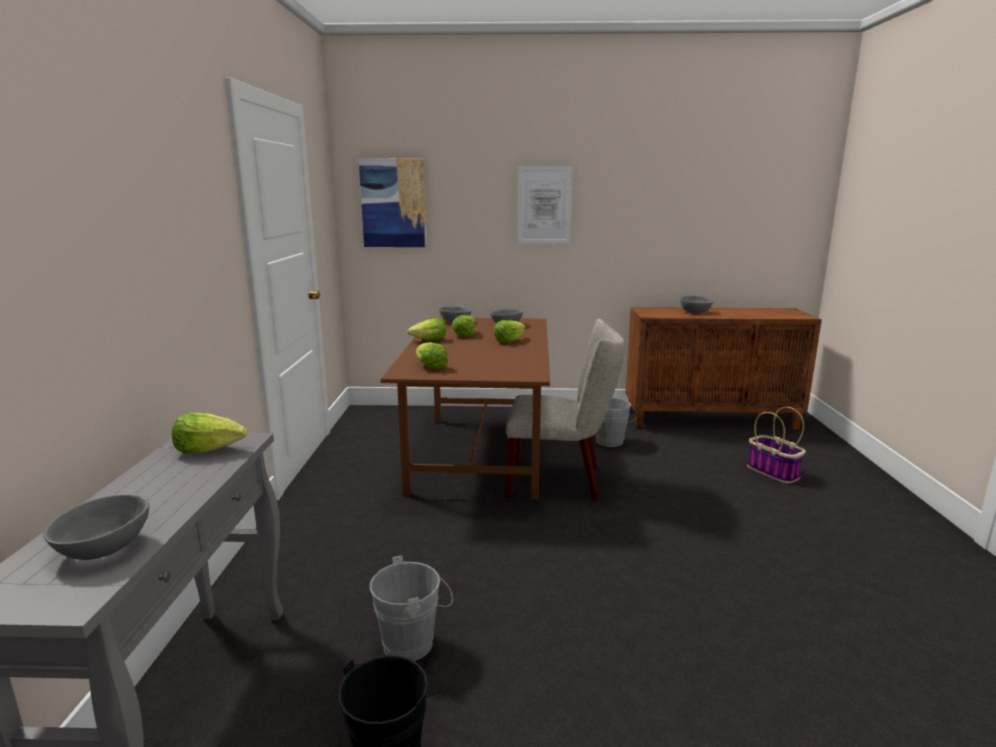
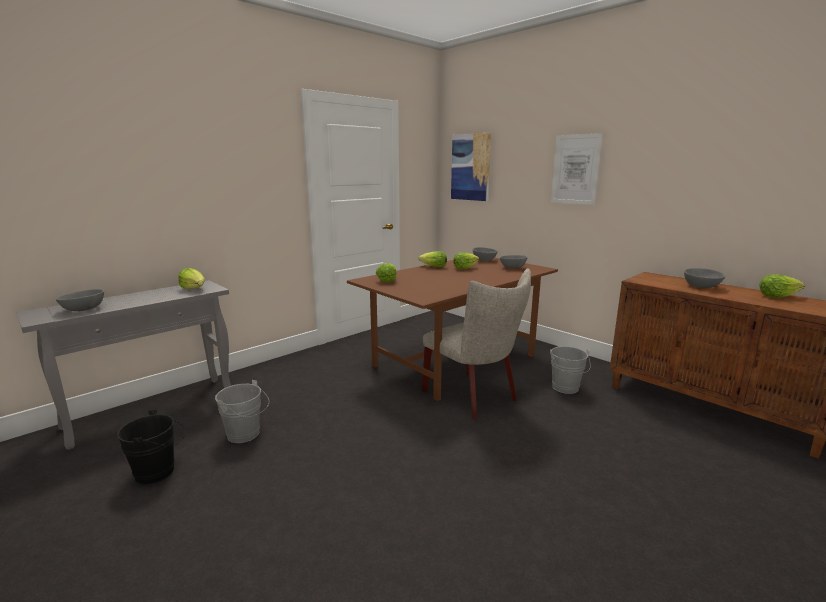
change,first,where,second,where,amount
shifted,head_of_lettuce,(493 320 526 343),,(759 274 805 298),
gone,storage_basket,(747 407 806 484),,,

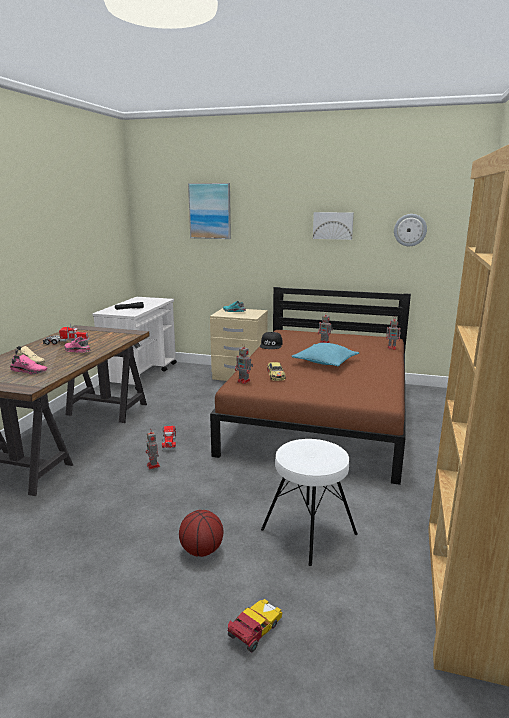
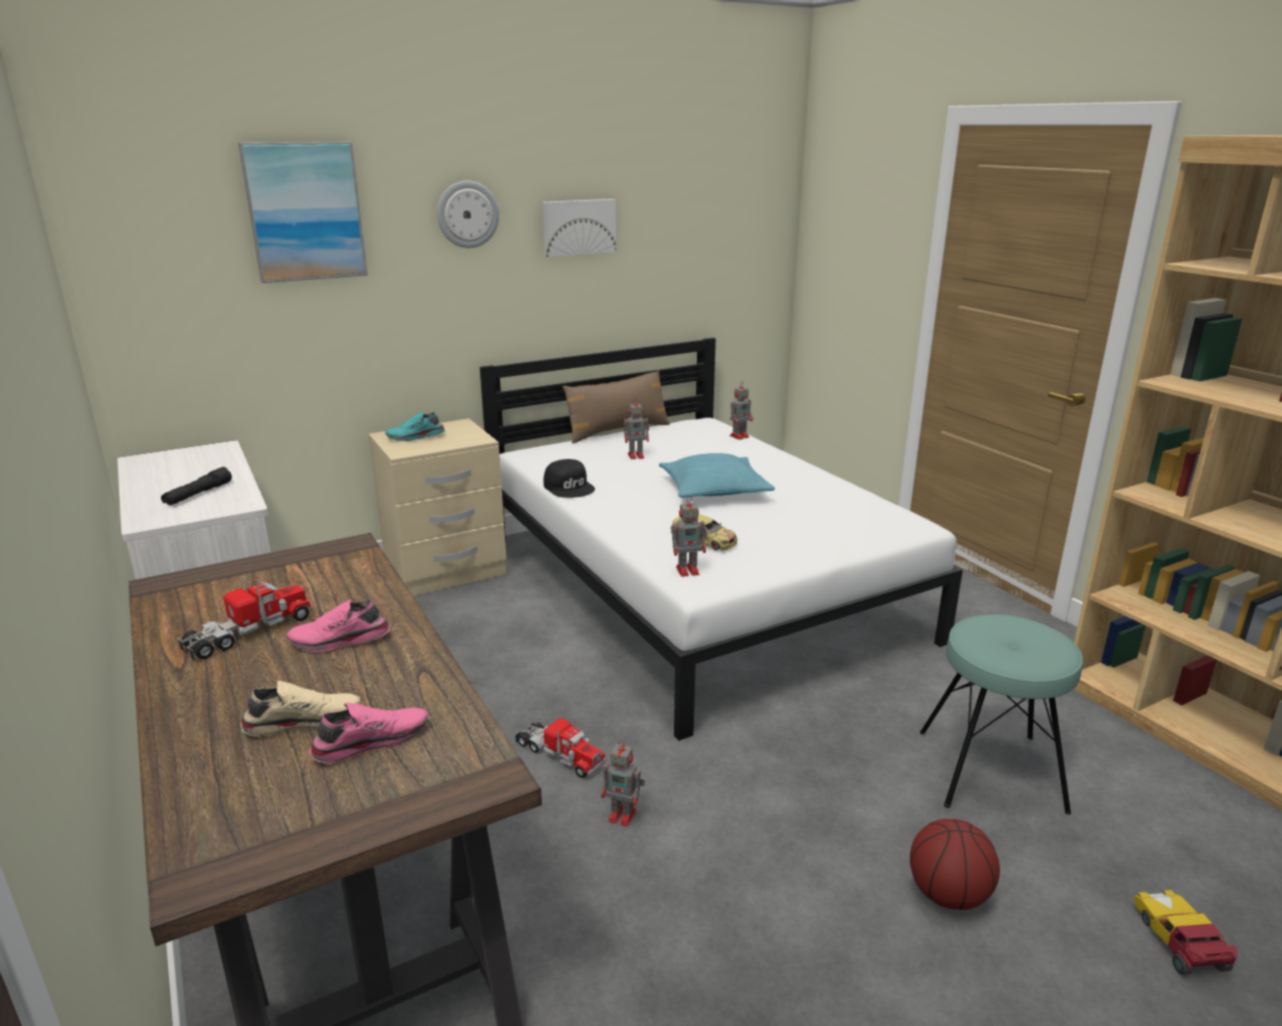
change,first,where,second,where,amount
repainted,brown-coloured_bedroom_bed,(210 287 411 485),white-coloured_bedroom_bed,(480 338 963 741),
repainted,white-coloured_stool_seat,(261 439 358 566),turquoise_stool_seat,(920 615 1083 815),
shifted,wall_clock,(394 214 427 246),,(437 180 499 248),
new,,,brown-coloured_throw_pillow,(563 369 670 444),

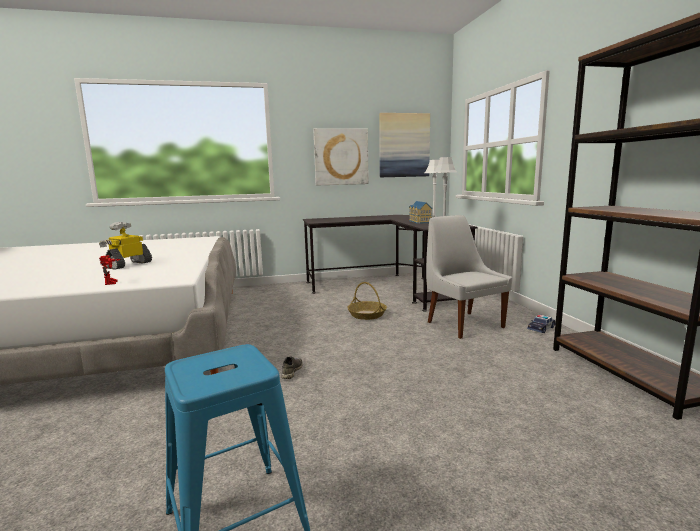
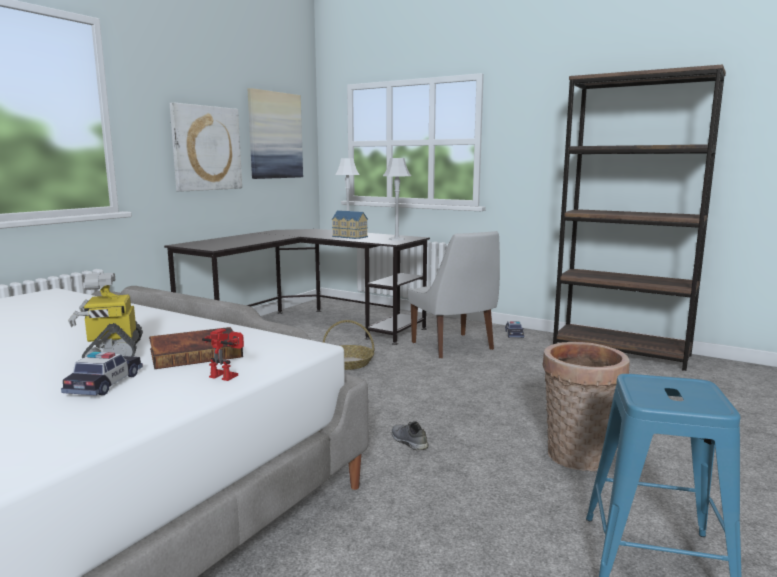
change,first,where,second,where,amount
rotated,white-coloured_chair,(426 215 512 339),,(408 231 500 359),135 degrees counterclockwise
new,,,toy_car,(61 352 143 395),
new,,,book,(149 327 243 369),
new,,,storage_basket,(542 342 630 471),

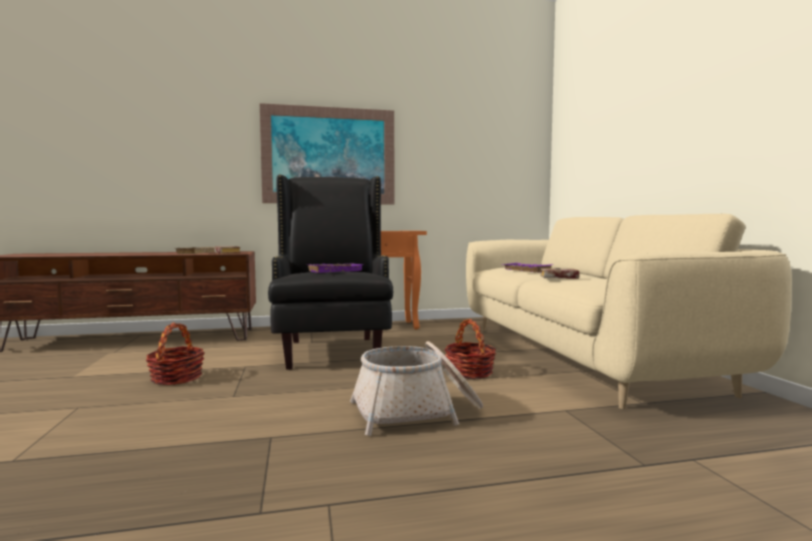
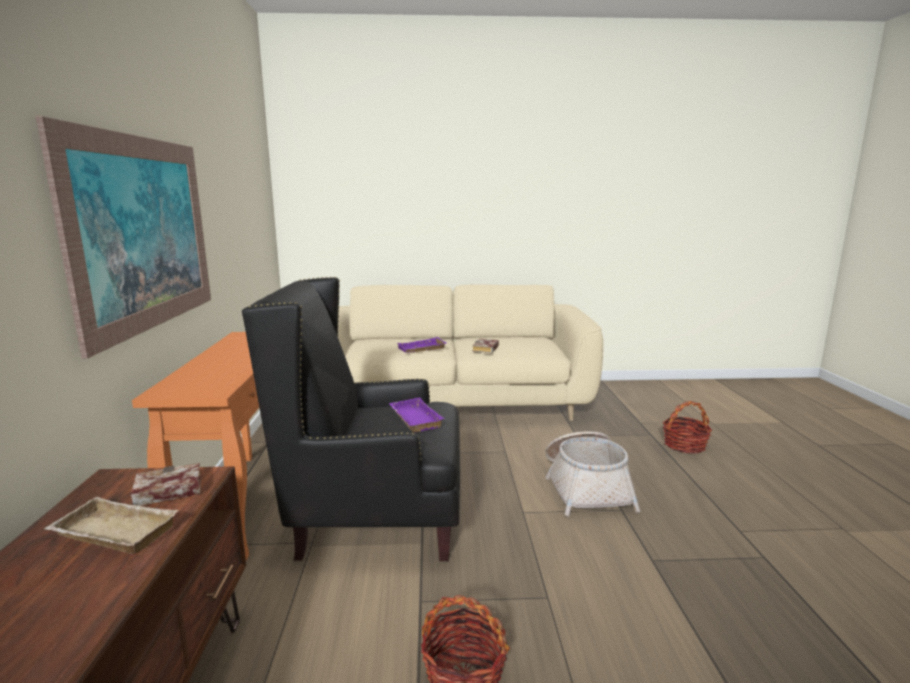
change,first,where,second,where,amount
shifted,storage_basket,(445 319 496 379),,(663 401 712 454),

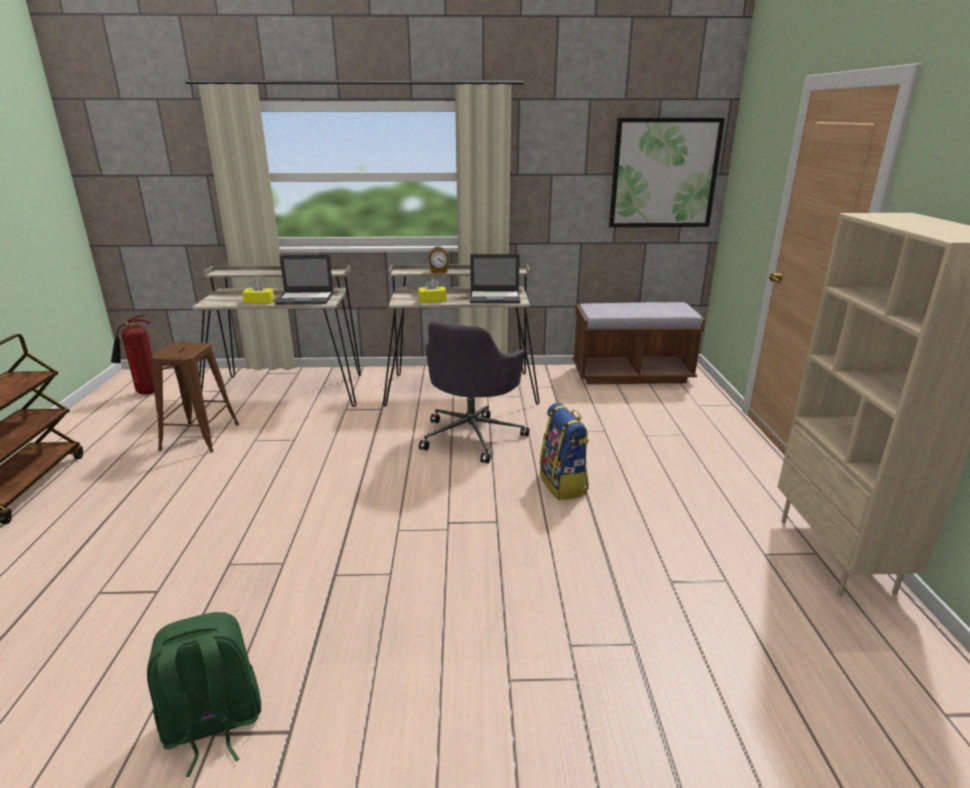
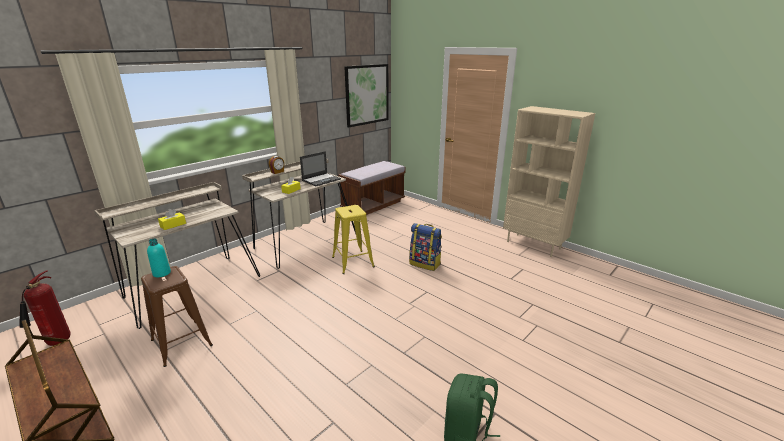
change,first,where,second,where,amount
gone,portable_computer,(275 255 334 305),,,
swapped,grey_office_chair,(419 321 530 464),yellow_stool_seat,(332 205 375 274),
new,,,turquoise_beverage_bottle,(147 238 171 277),

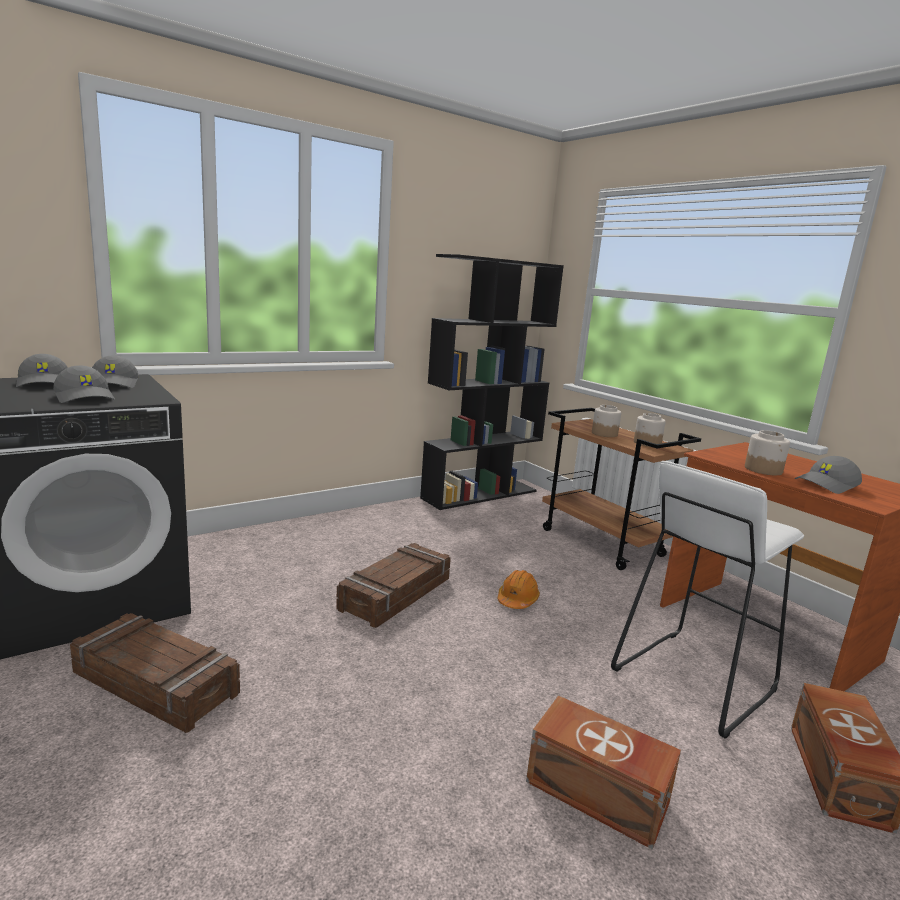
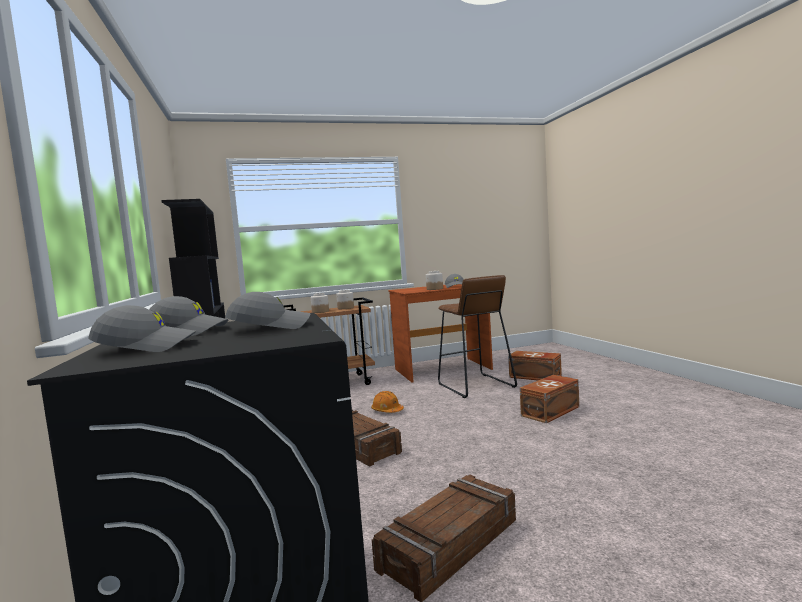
change,first,where,second,where,amount
repainted,white-coloured_stool_seat,(611 461 804 739),brown-coloured_stool_seat,(438 275 517 398),

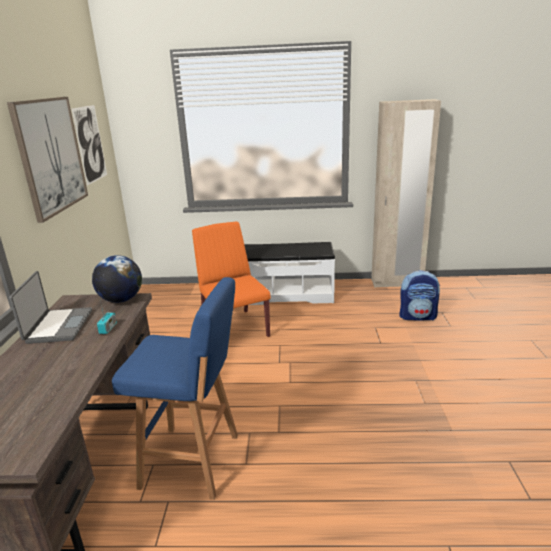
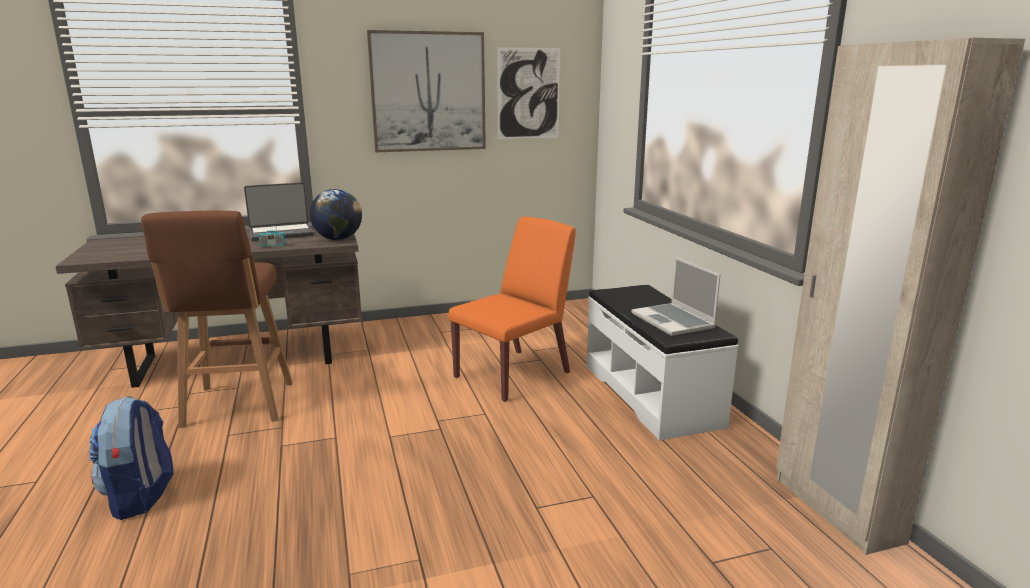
change,first,where,second,where,amount
repainted,blue-coloured_stool_seat,(112 277 238 500),brown-coloured_stool_seat,(141 211 293 428),
shifted,backpack,(399 270 440 321),,(89 396 174 520),
new,,,portable_computer,(631 257 721 336),

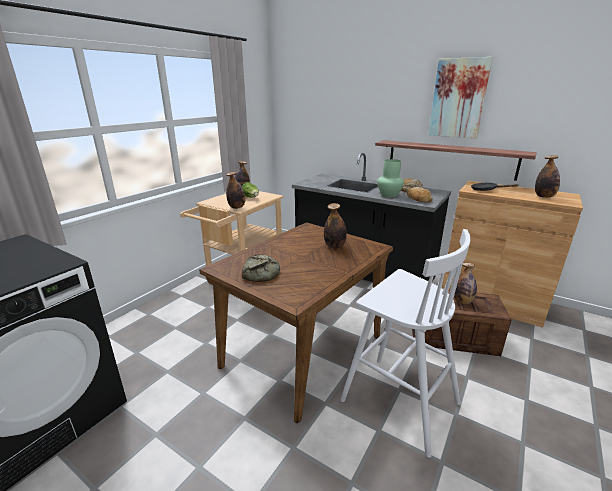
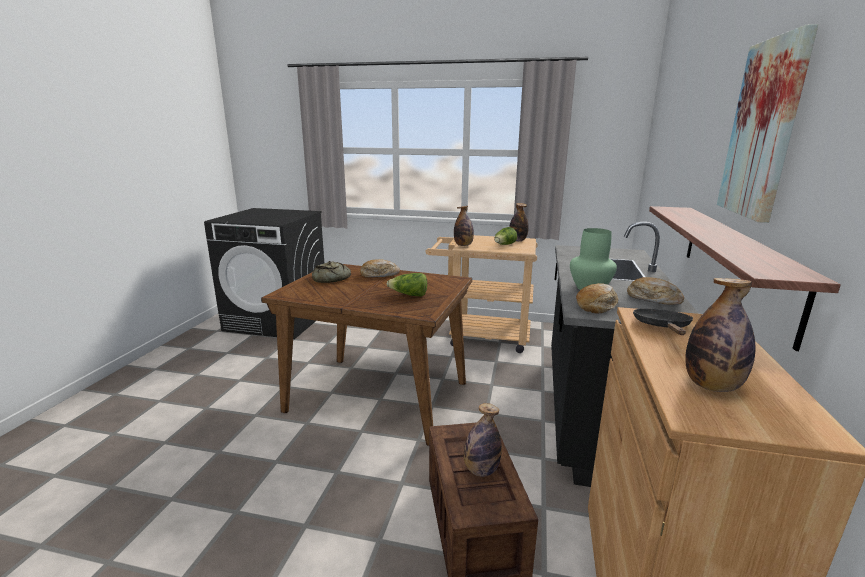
change,first,where,second,where,amount
swapped,beverage_bottle,(324 203 347 249),head_of_lettuce,(387 273 427 297),
gone,white-coloured_stool_seat,(340 229 470 458),,,
new,,,bakery_bread,(360 259 400 278),

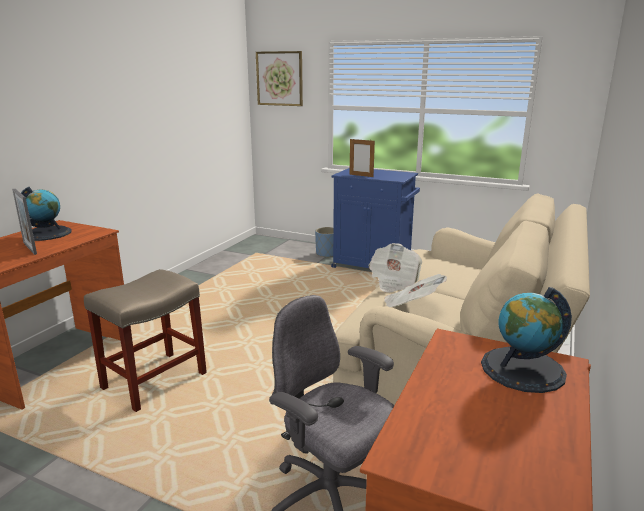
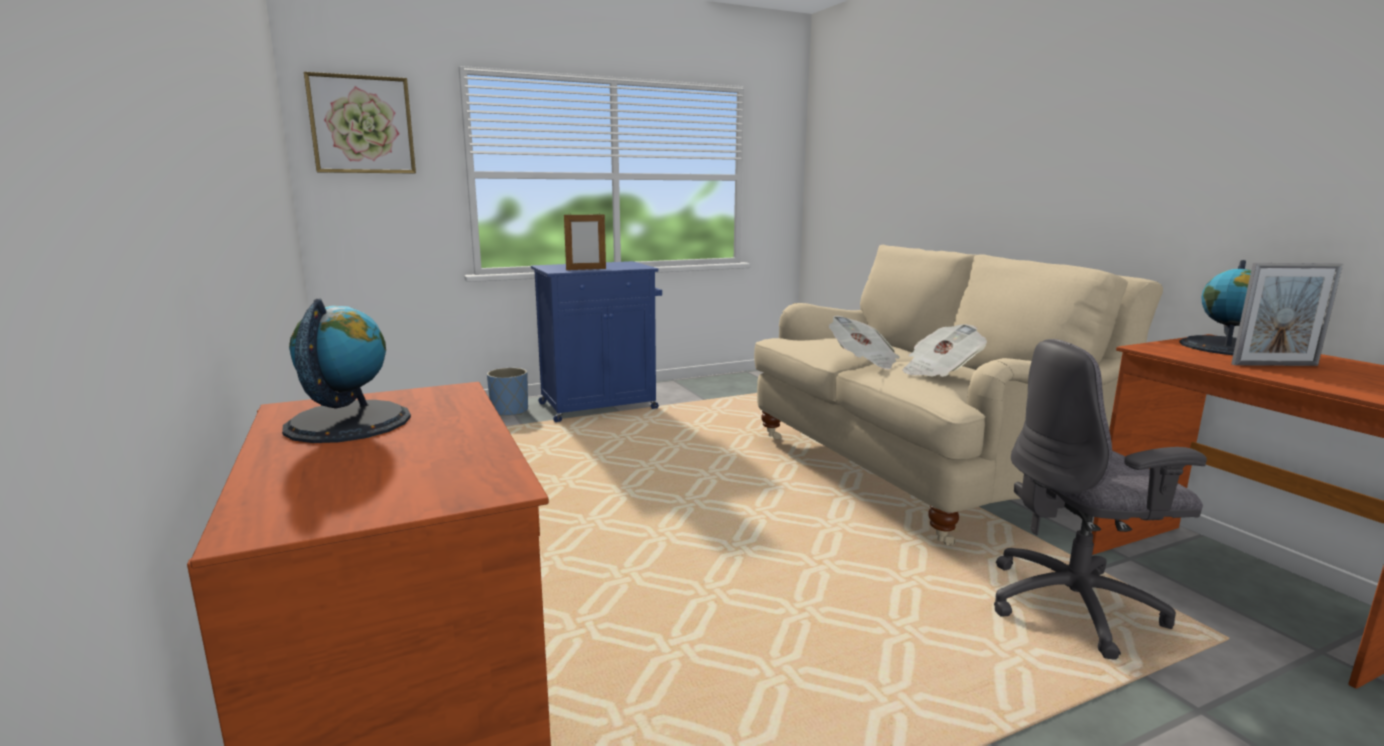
change,first,where,second,where,amount
shifted,picture_frame,(12 189 37 255),,(1231 263 1343 366),
gone,sand-coloured_stool_seat,(84 269 207 412),,,

